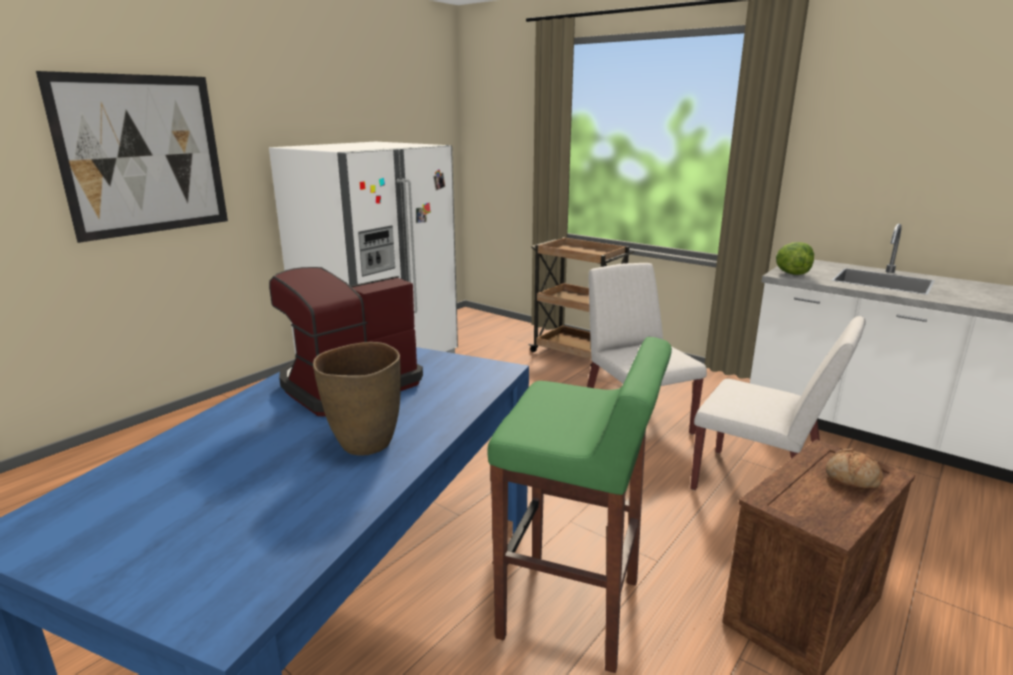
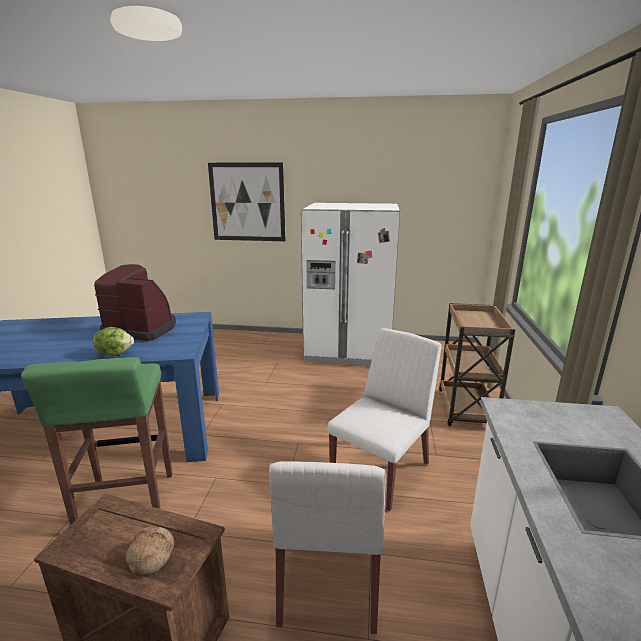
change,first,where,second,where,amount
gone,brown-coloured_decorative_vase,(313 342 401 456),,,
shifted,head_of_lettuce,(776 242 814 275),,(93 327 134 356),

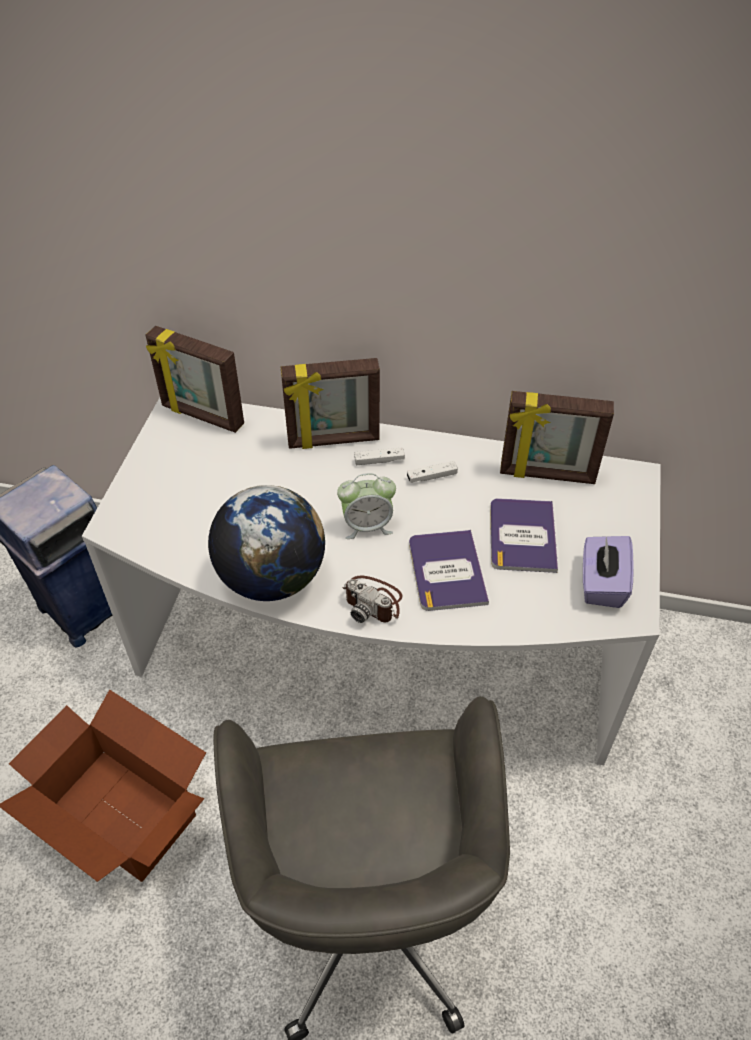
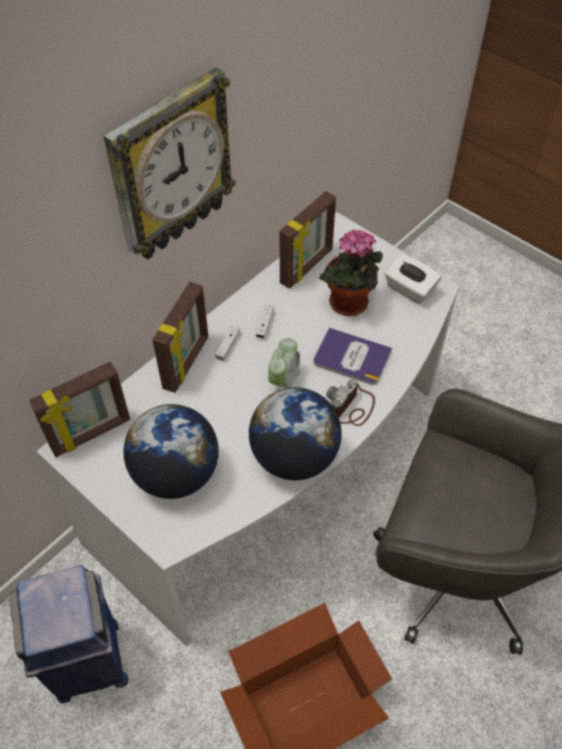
change,first,where,second,where,amount
rotated,still_camera,(343 576 402 623),,(326 380 375 426),150 degrees clockwise
swapped,book,(490 498 558 573),houseplant,(319 230 383 316),
repainted,purple-coloured_box_of_tissues,(583 536 634 608),white-coloured_box_of_tissues,(384 253 442 304),
new,,,wall_clock,(103 67 236 259),
new,,,world_globe,(123 404 219 499),

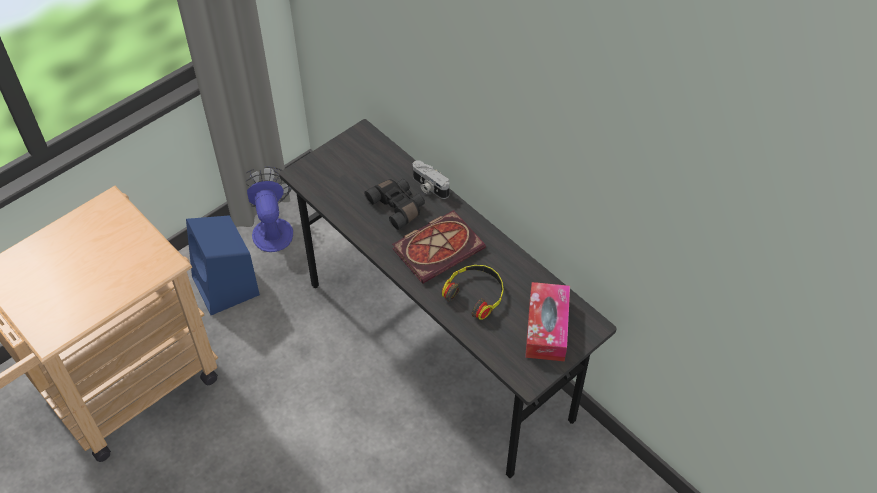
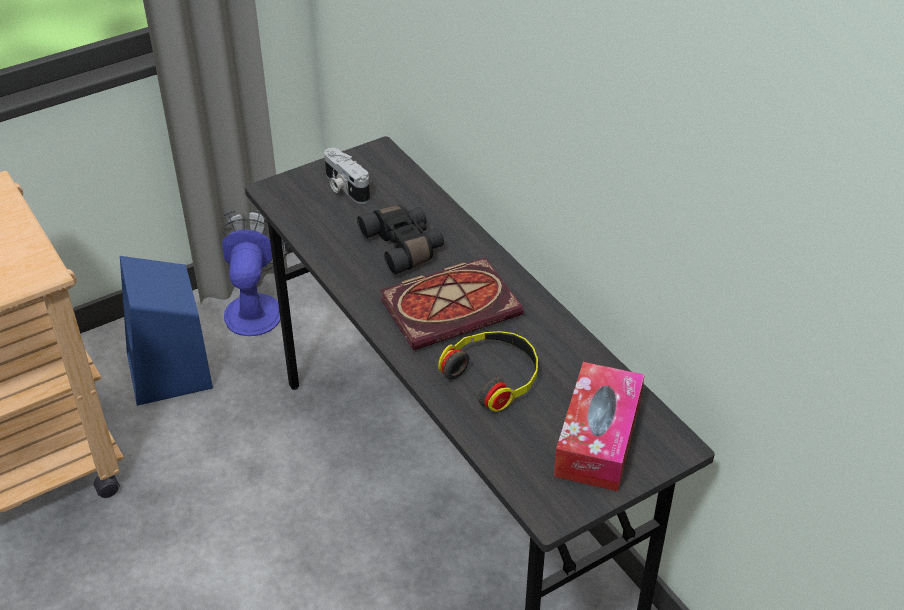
change,first,where,second,where,amount
shifted,still_camera,(413 160 449 199),,(324 148 370 204),

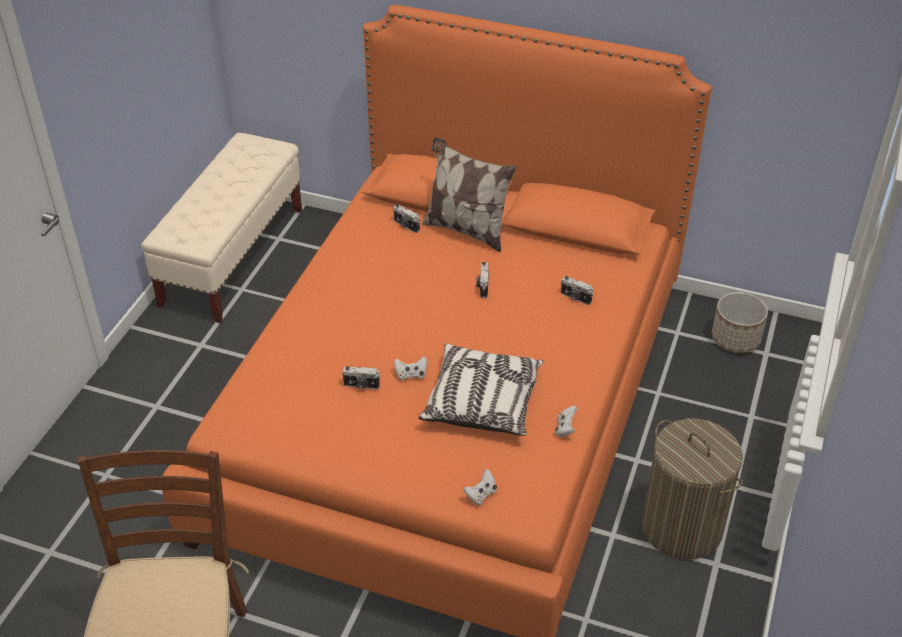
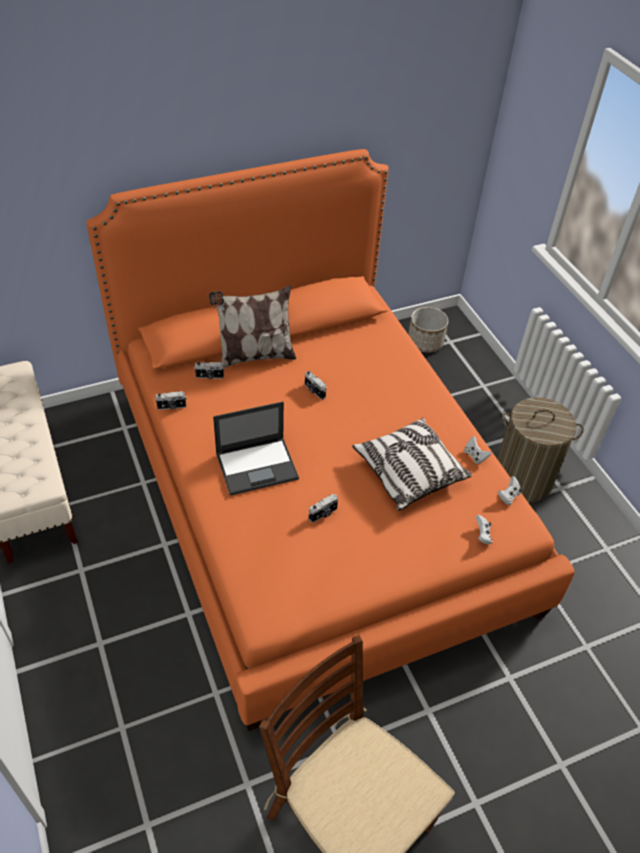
change,first,where,second,where,amount
shifted,white-coloured_game_controller,(394 356 427 380),,(498 476 522 505),
shifted,still_camera,(561 276 593 305),,(155 391 187 410),
new,,,portable_computer,(213 402 299 496),

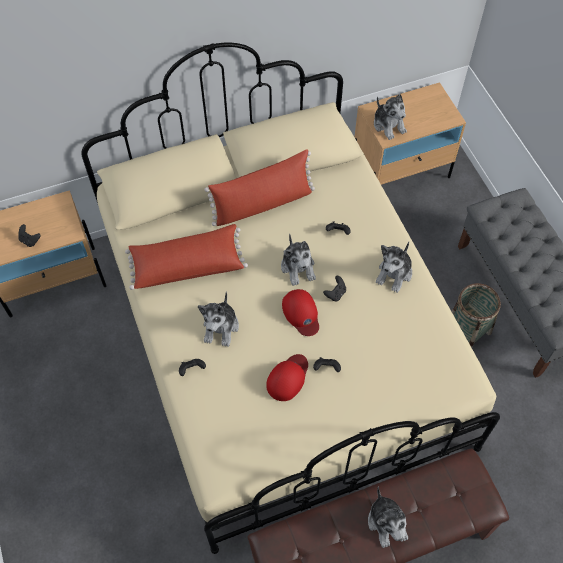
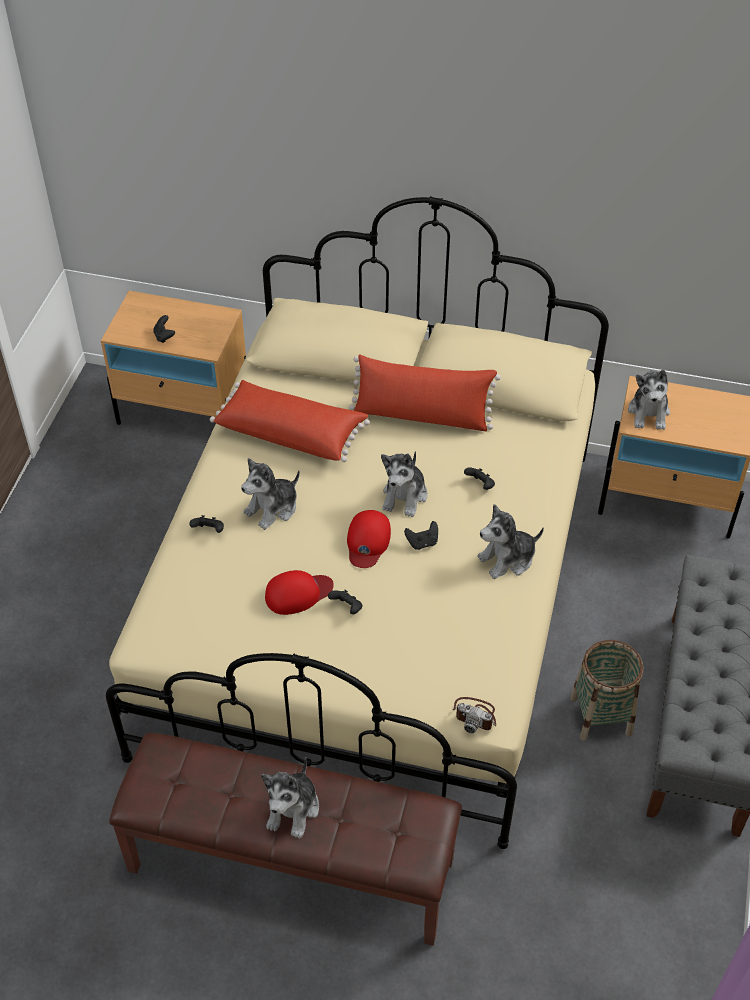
change,first,where,second,where,amount
new,,,still_camera,(452 697 496 733),

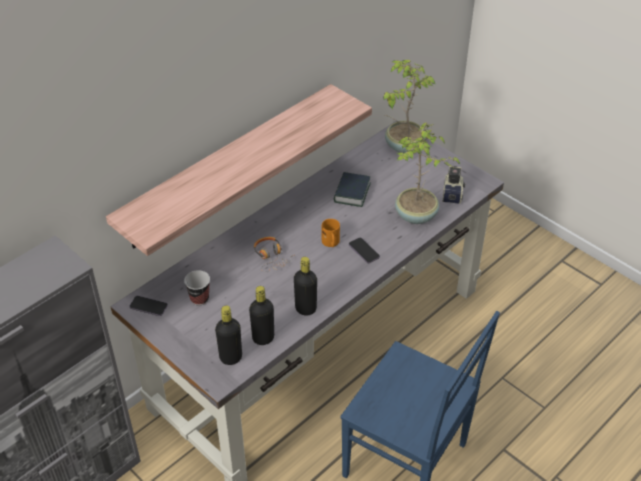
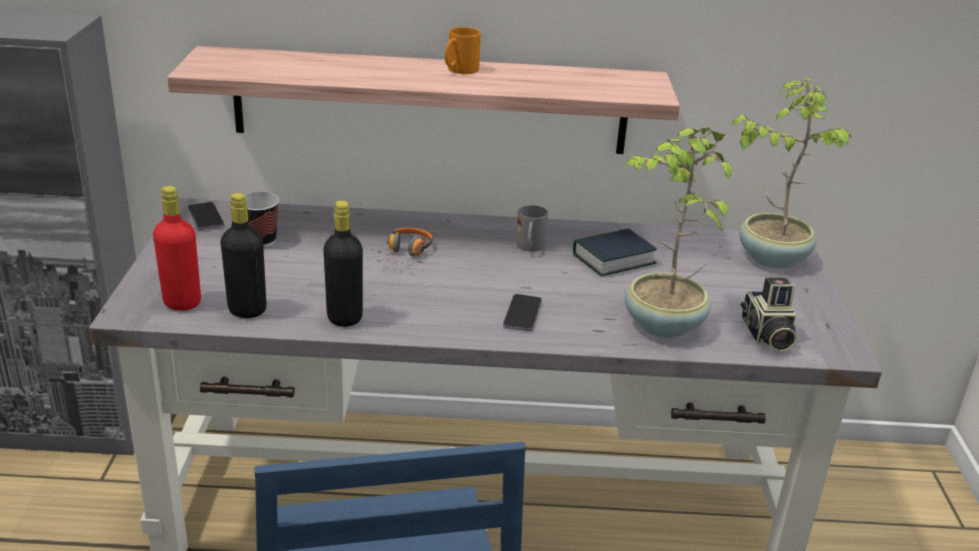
change,first,where,second,where,amount
repainted,black_beverage_bottle,(215 306 242 365),red-coloured_beverage_bottle,(153 186 201 311),
shifted,orangey_tea_mug,(322 219 340 247),,(445 27 481 74),
rotated,still_camera,(443 166 465 204),,(741 278 797 352),120 degrees clockwise
new,,,grey_tea_mug,(516 205 548 252),

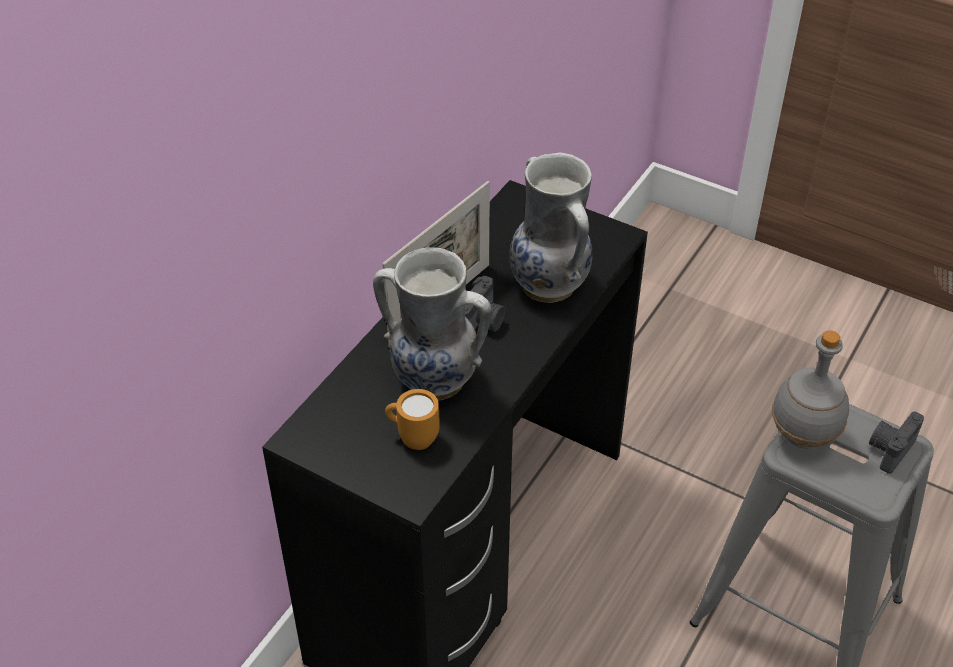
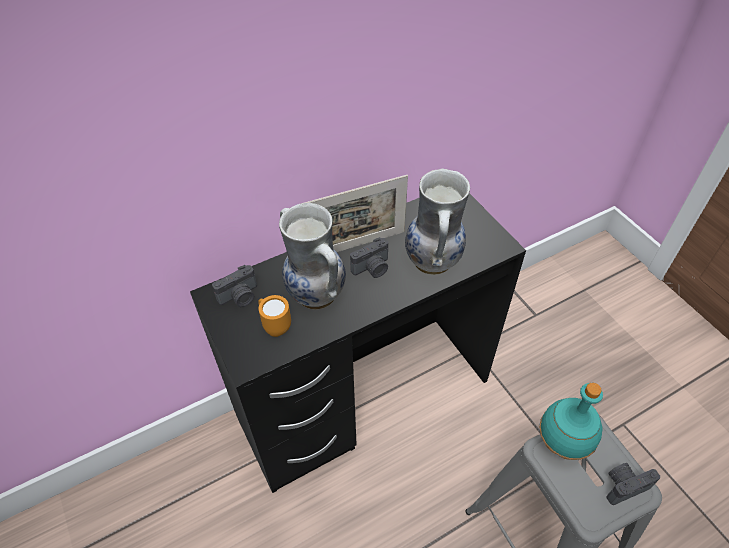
change,first,where,second,where,amount
repainted,grey_beverage_bottle,(772 330 849 449),turquoise_beverage_bottle,(539 383 603 460),
new,,,still_camera,(212 265 257 307),

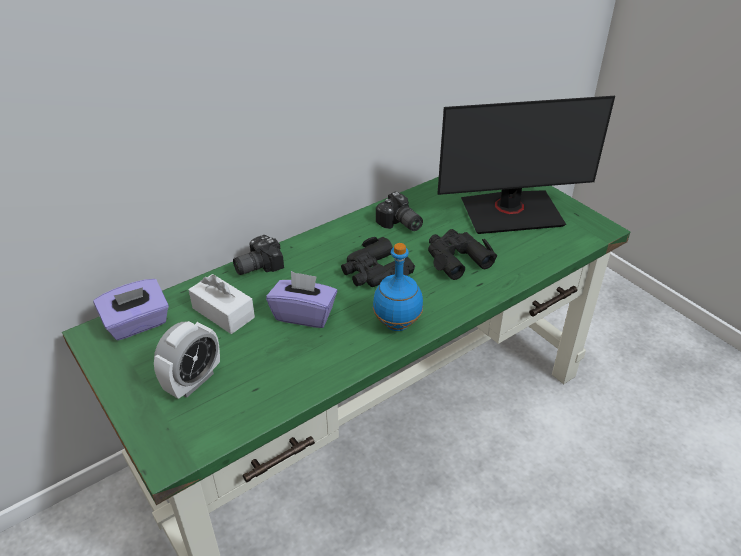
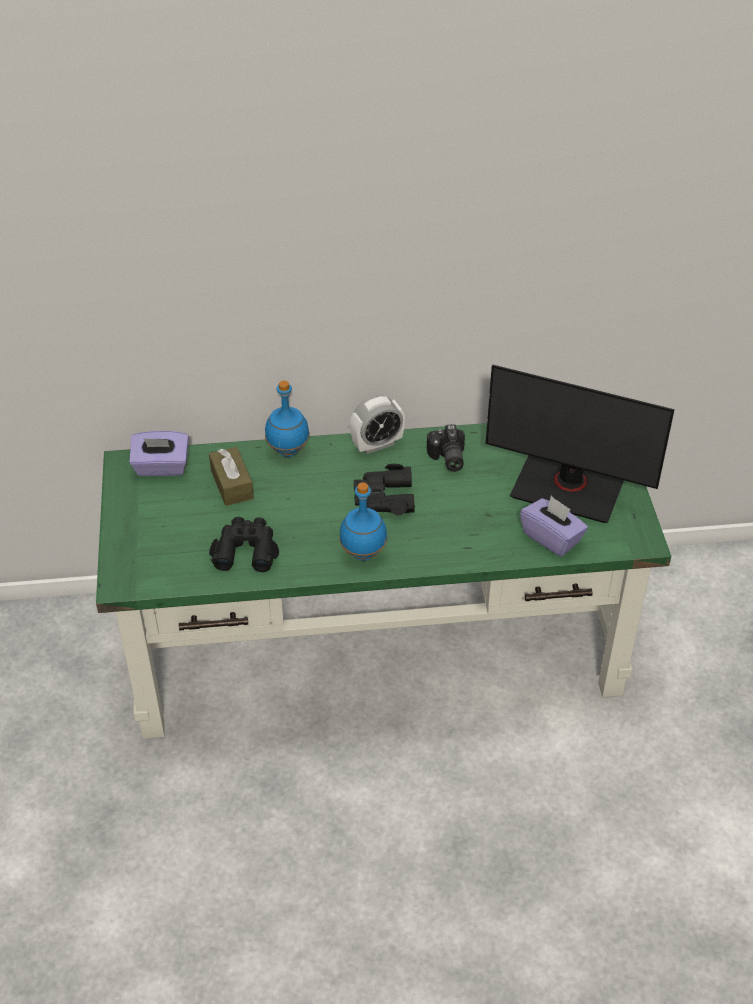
change,first,where,second,where,amount
shifted,alarm_clock,(154 321 220 399),,(350 395 405 454),
repainted,white-coloured_box_of_tissues,(188 274 255 334),brown-coloured_box_of_tissues,(209 447 254 506),
swapped,still_camera,(233 235 284 275),blue-coloured_beverage_bottle,(265 381 310 457),
shifted,purple-coloured_box_of_tissues,(266 271 338 328),,(520 496 588 557),
shifted,black_field_glasses,(428 229 497 280),,(209 517 279 572),

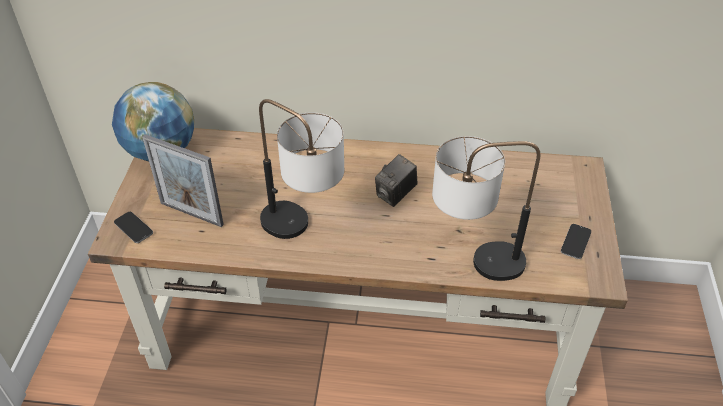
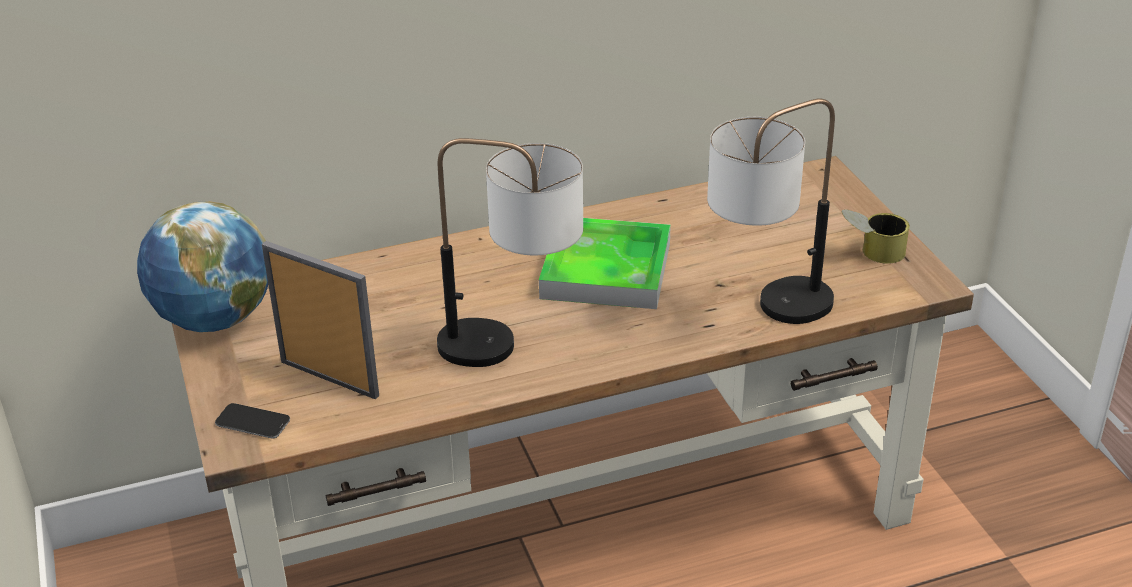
change,first,where,second,where,amount
rotated,picture_frame,(142 134 224 227),,(262 241 379 400),150 degrees counterclockwise
swapped,still_camera,(375 154 417 207),carrying_tray,(539 218 671 309),
swapped,telephone,(561 224 591 259),metal_can,(841 209 910 264),

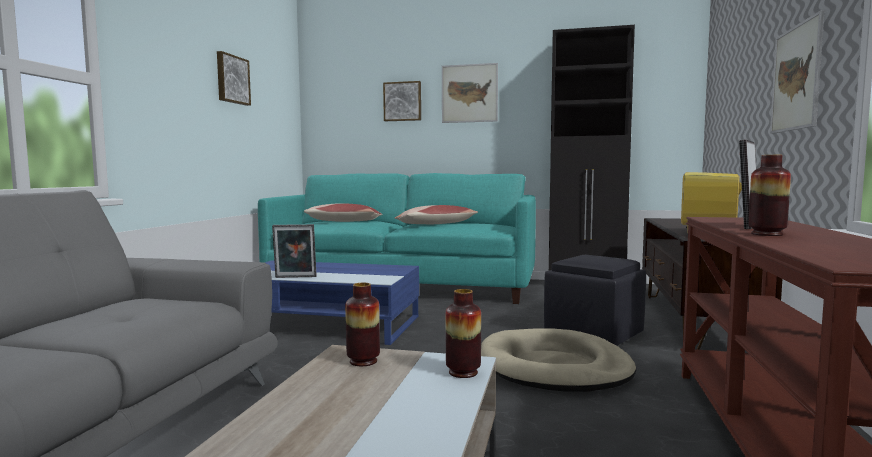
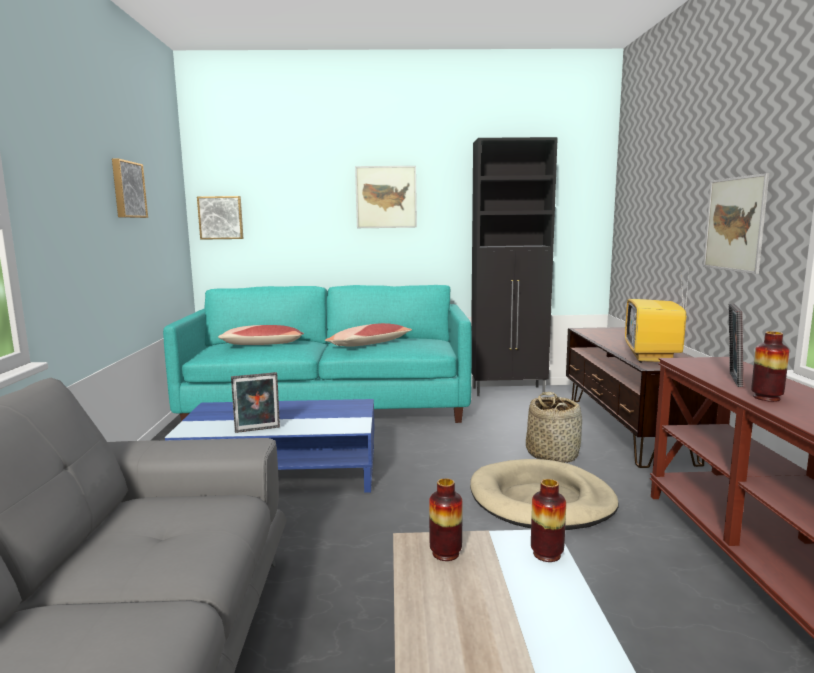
change,first,where,second,where,amount
shifted,wall_picture,(383 81 421 121),,(197 196 244 240),
swapped,black_footrest,(544 255 646 346),storage_basket,(526 392 582 463),

